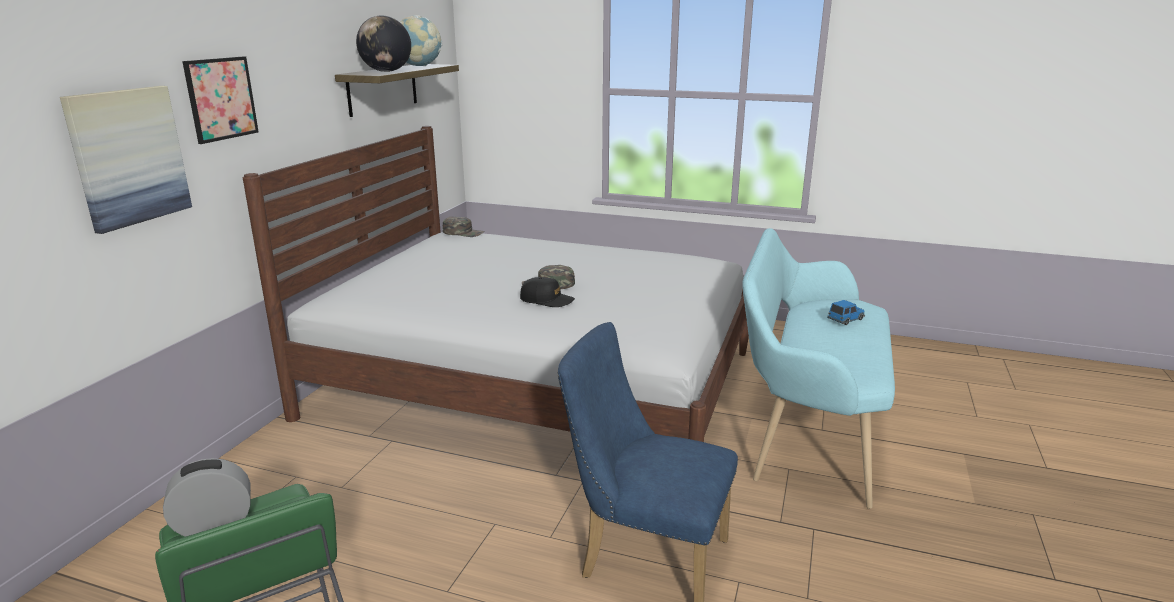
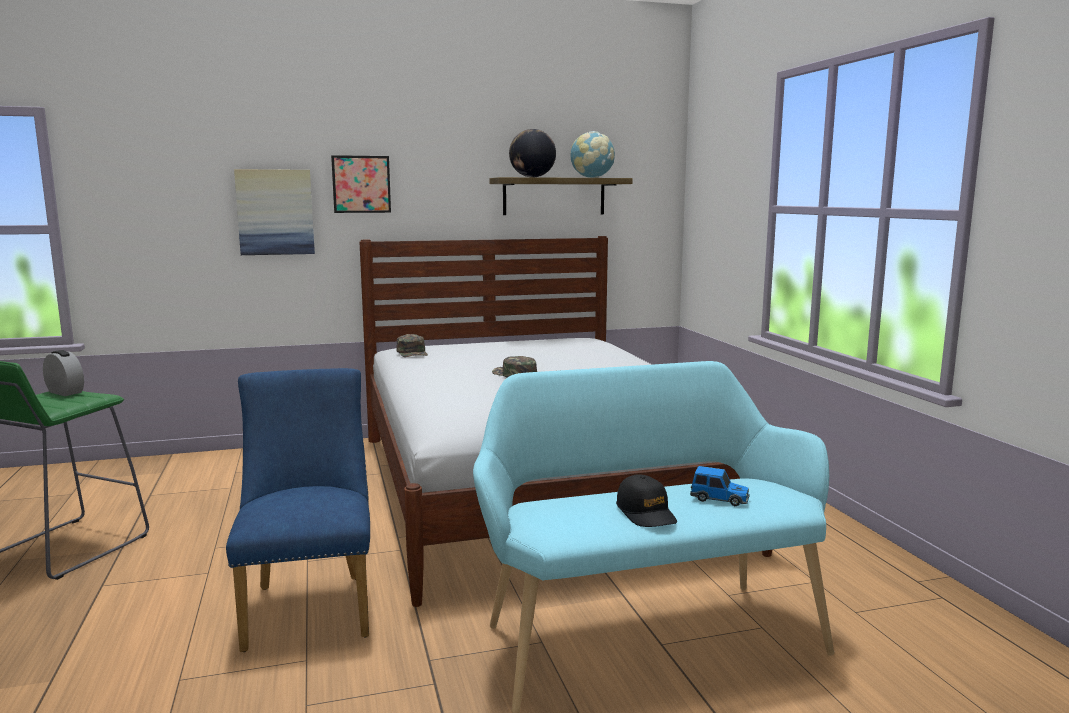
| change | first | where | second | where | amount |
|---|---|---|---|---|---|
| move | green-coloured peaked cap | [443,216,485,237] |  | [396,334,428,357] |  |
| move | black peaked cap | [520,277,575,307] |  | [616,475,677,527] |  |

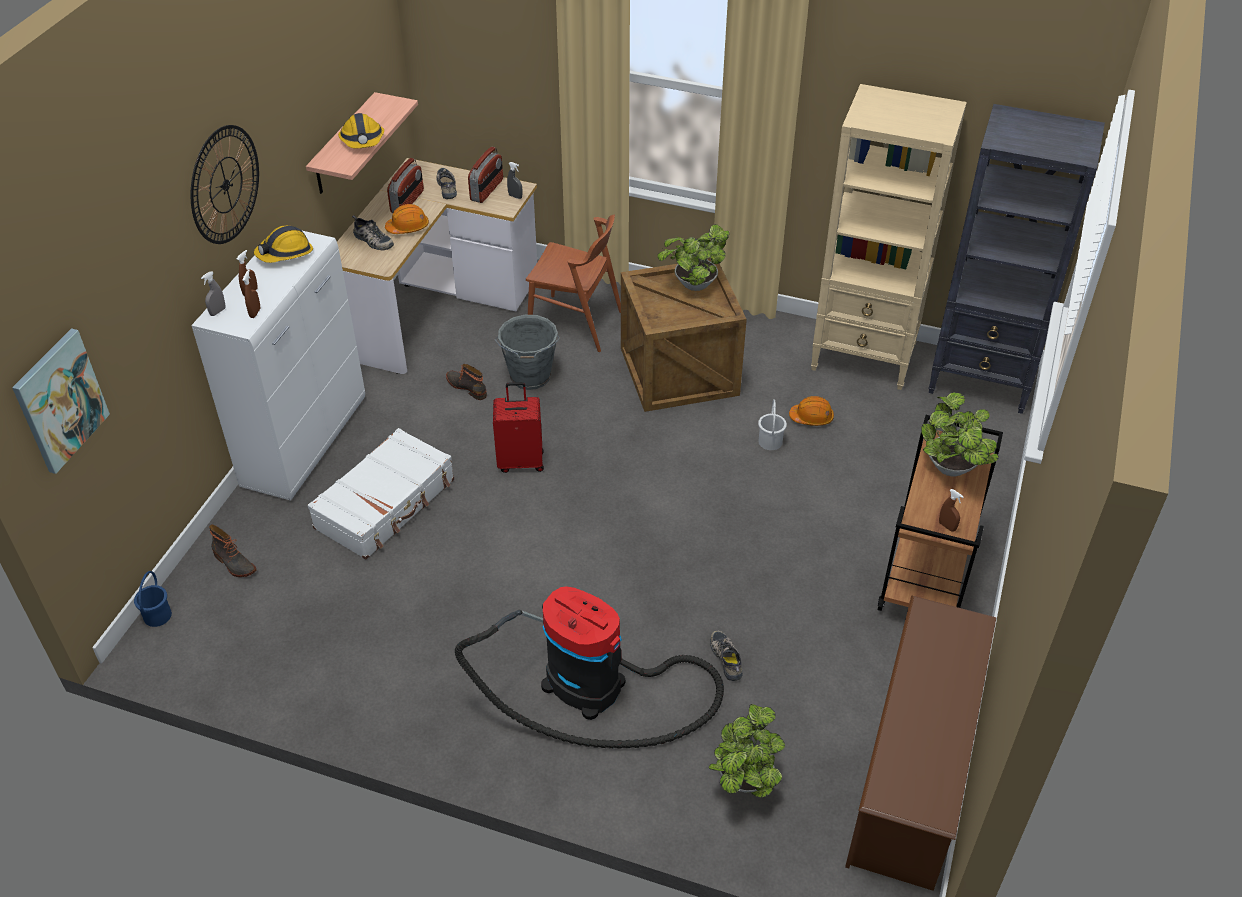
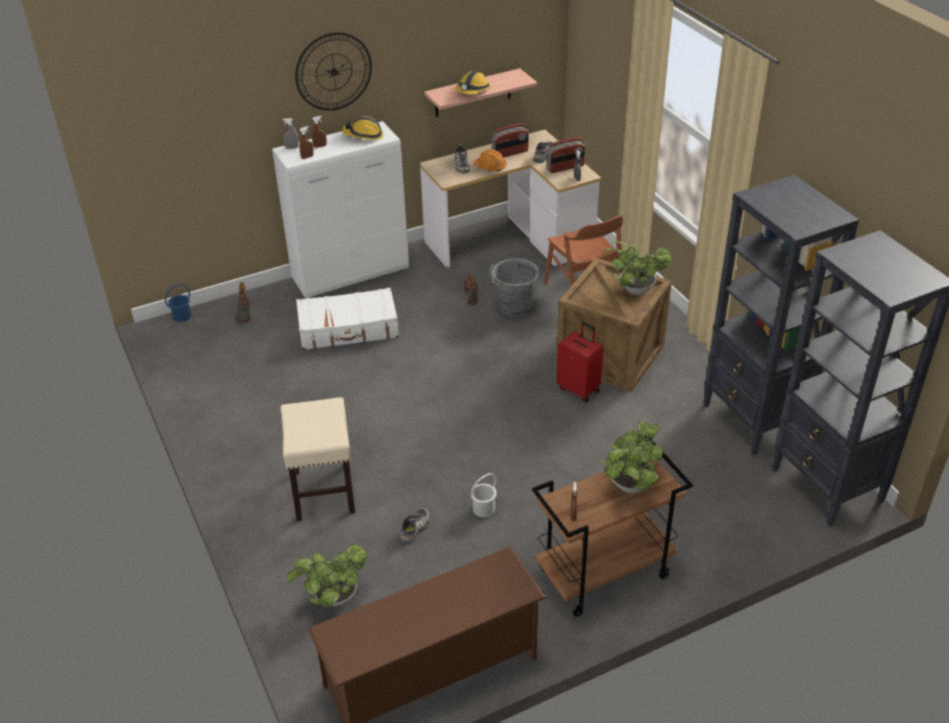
| change | first | where | second | where | amount |
|---|---|---|---|---|---|
| replace | hoover | [455,586,724,748] | sand-coloured sitting stool | [280,397,355,521] |  |
| move | whitish bucket | [758,399,787,450] |  | [470,473,497,518] |  |
| move | reddish travel case | [493,382,544,473] |  | [557,322,603,403] |  |
| recolor | sand-coloured shelving unit | [811,84,967,390] | black shelving unit | [703,175,859,455] |  |
| delete | wall art | [12,328,110,474] |  |  |  |
| delete | orangey hard hat | [789,396,834,426] |  |  |  |

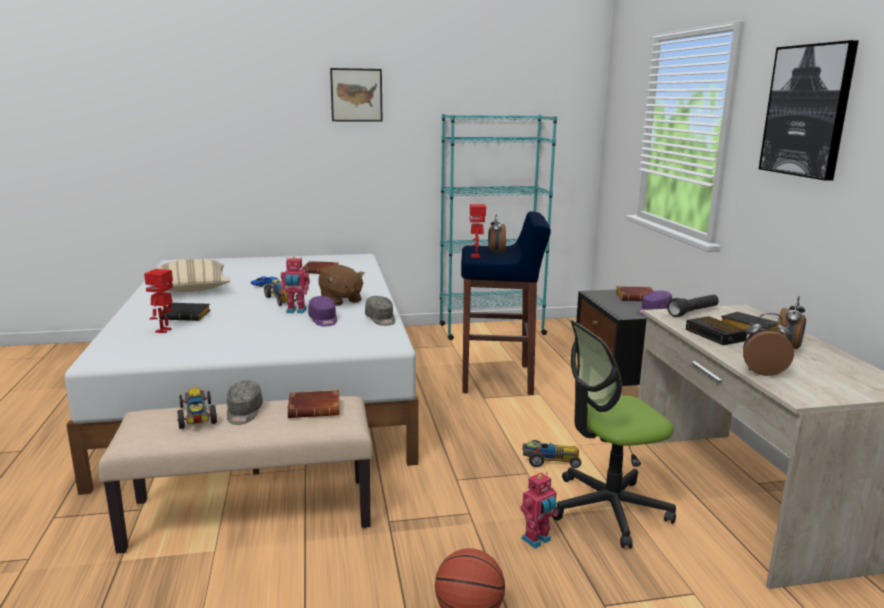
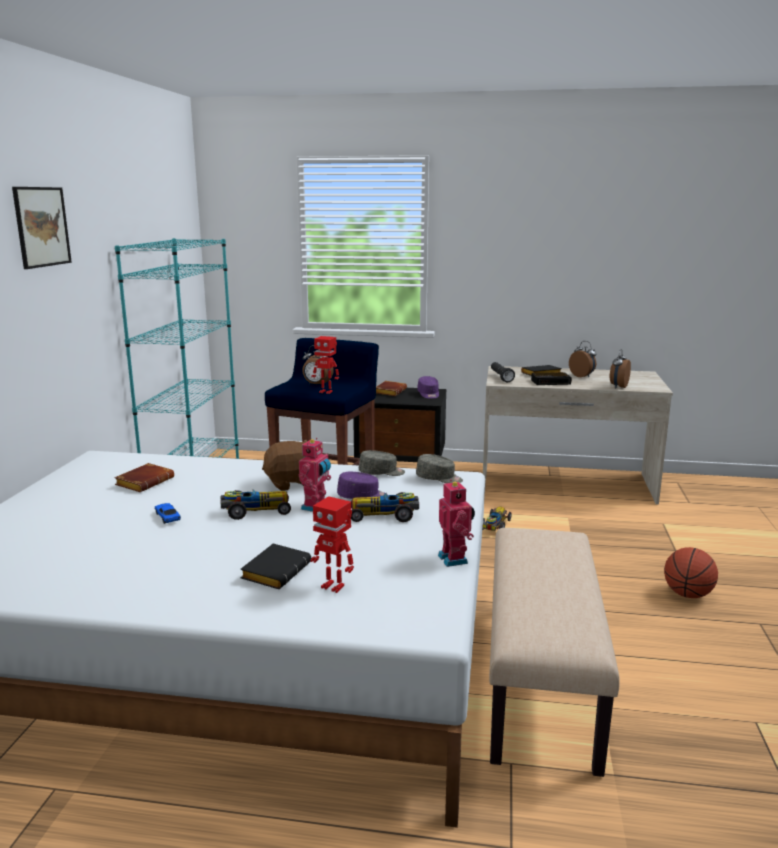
| change | first | where | second | where | amount |
|---|---|---|---|---|---|
| move | miniature car | [176,388,218,429] |  | [351,492,419,522] |  |
| move | greyish peaked cap | [227,381,263,425] |  | [416,454,463,483] |  |
| move | robot figure | [520,472,558,549] |  | [438,479,475,567] |  |
| delete | sand-coloured throw pillow | [157,259,230,292] |  |  |  |
| delete | brown book | [287,390,339,418] |  |  |  |
| delete | office chair | [552,320,676,548] |  |  |  |
| delete | wall art | [759,40,859,181] |  |  |  |

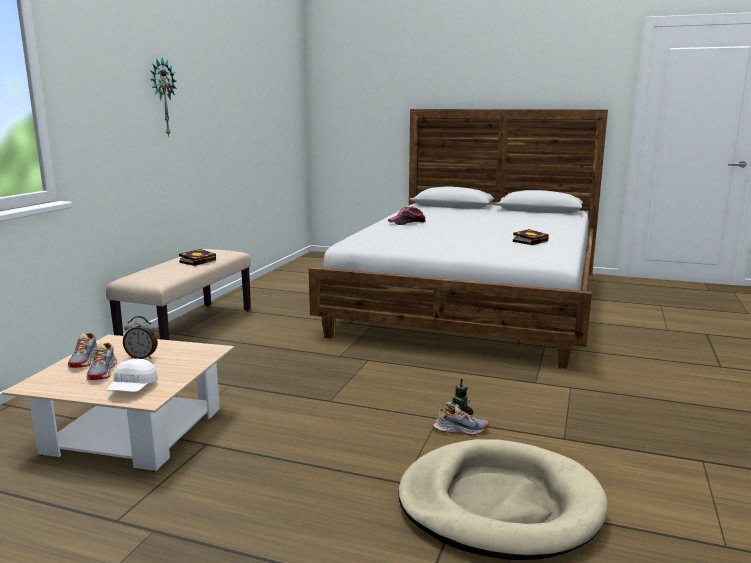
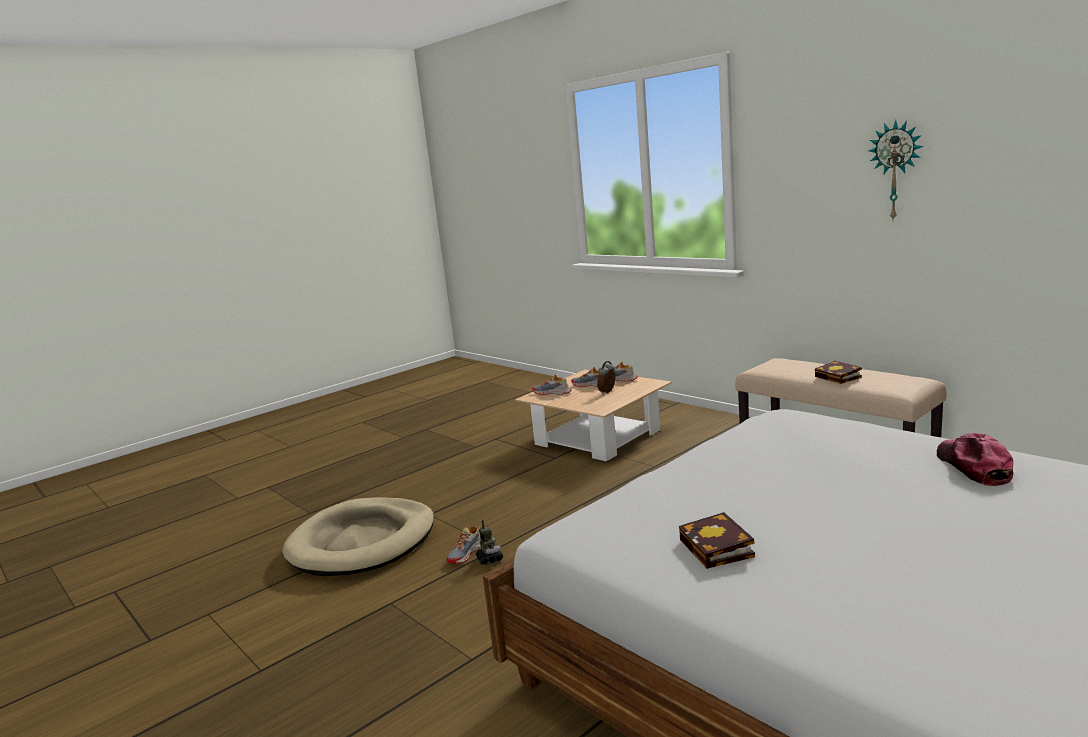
| change | first | where | second | where | amount |
|---|---|---|---|---|---|
| replace | whitish peaked cap | [107,358,158,392] | item of footwear | [532,375,572,395] |  |

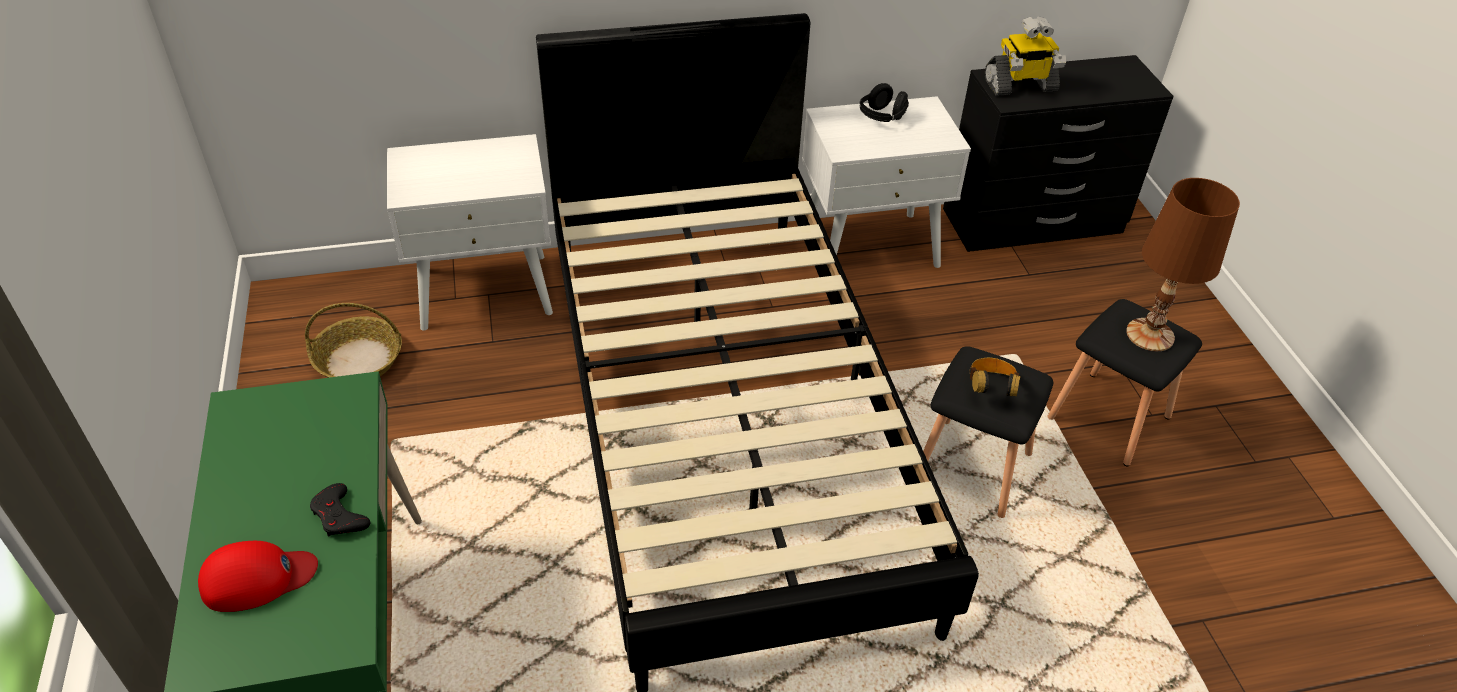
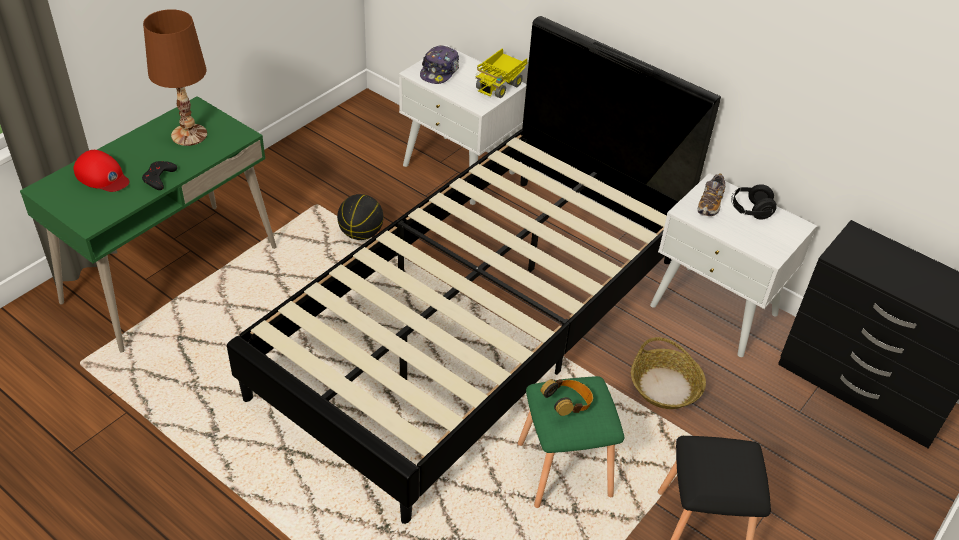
| change | first | where | second | where | amount |
|---|---|---|---|---|---|
| move | brown table lamp | [1126,178,1240,351] |  | [143,9,207,146] |  |
| insert |  |  | basketball ball | [337,194,384,240] |  |
| insert |  |  | peaked cap | [420,45,459,84] |  |
| insert |  |  | model truck | [475,48,527,98] |  |
| recolor | black sitting stool | [923,346,1054,518] | green-coloured sitting stool | [518,376,624,508] |  |
| move | basket | [305,303,402,378] |  | [631,337,706,409] |  |
| insert |  |  | item of footwear | [698,173,725,216] |  |
| delete | robot figure | [985,16,1066,96] |  |  |  |

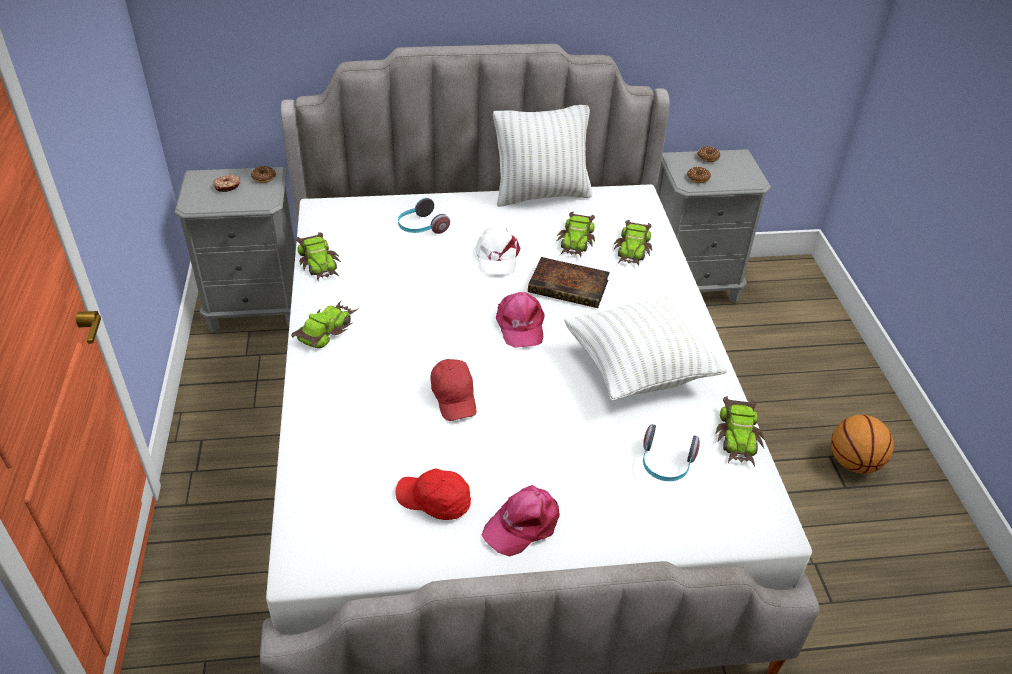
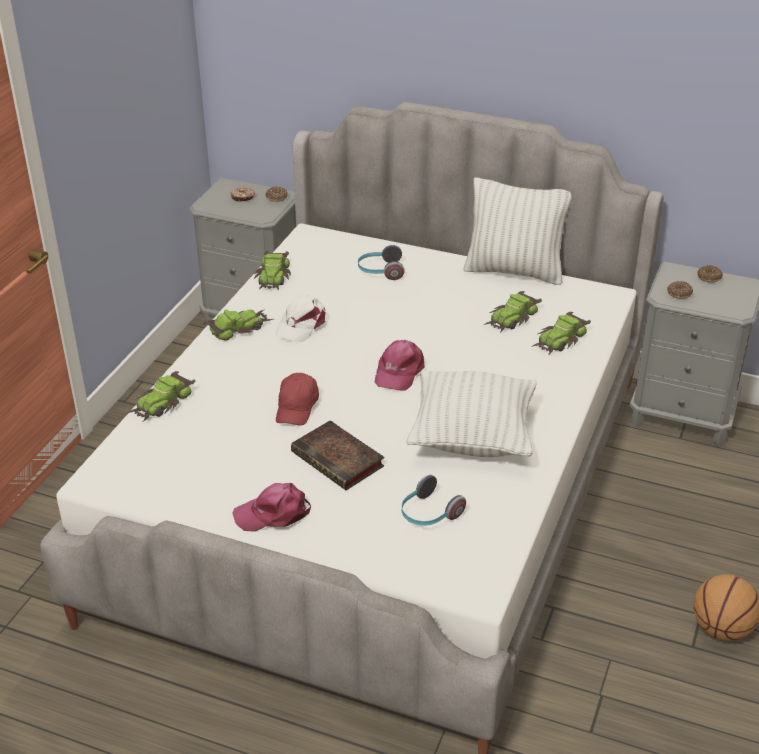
| change | first | where | second | where | amount |
|---|---|---|---|---|---|
| move | miniature car | [716,396,765,466] |  | [126,371,195,422] |  |
| move | whitish peaked cap | [475,226,521,275] |  | [275,295,325,342] |  |
| move | book | [528,257,610,308] |  | [291,420,384,490] |  |
| delete | reddish peaked cap | [395,468,471,520] |  |  |  |

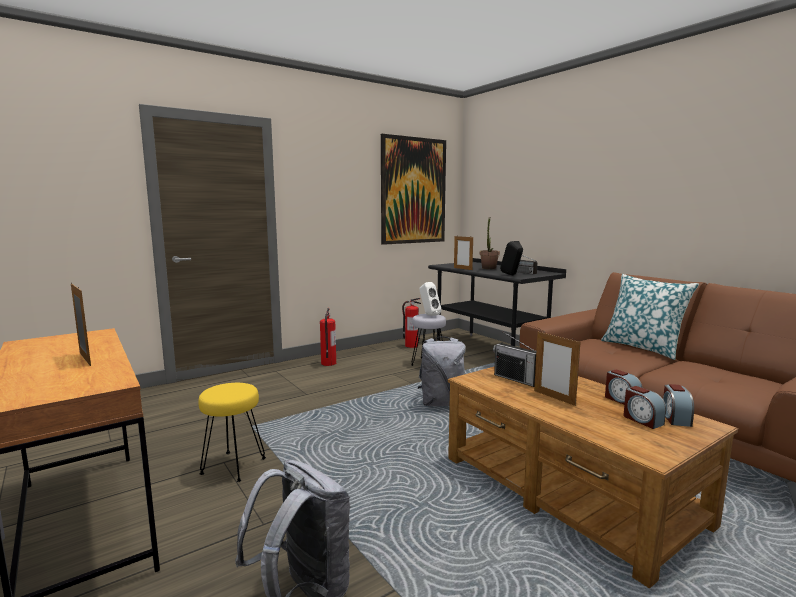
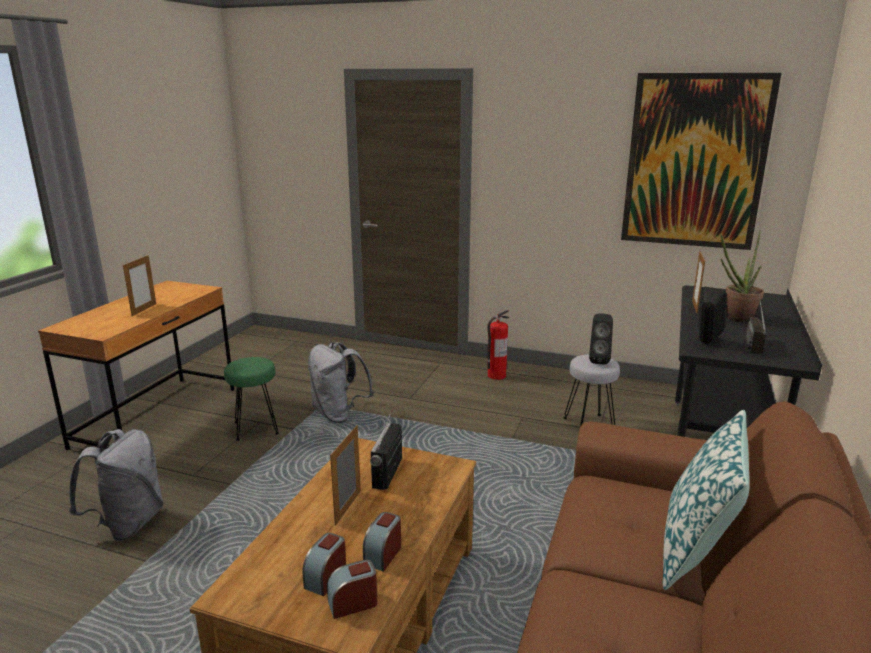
| change | first | where | second | where | amount |
|---|---|---|---|---|---|
| recolor | yellow-coloured sitting stool | [198,383,266,482] | green-coloured sitting stool | [224,357,279,441] |  |
| move | greyish rucksack | [418,336,466,406] |  | [308,342,374,423] |  |
| recolor | whitish loudspeaker | [419,282,441,316] | black loudspeaker | [589,313,613,365] |  |
| delete | fire-fighting cylinder | [402,298,421,348] |  |  |  |

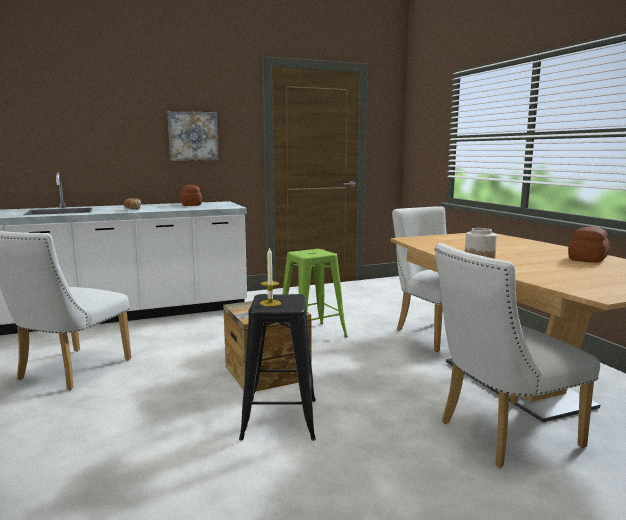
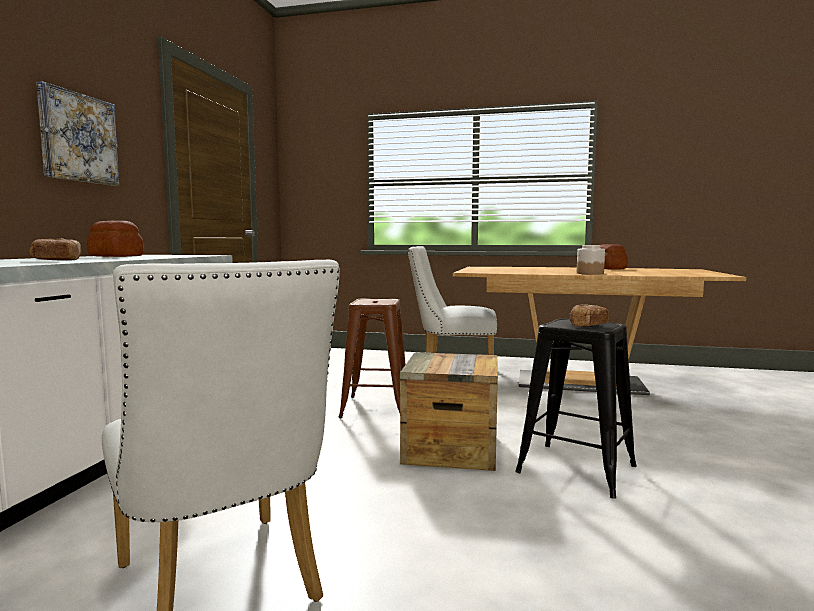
| change | first | where | second | where | amount |
|---|---|---|---|---|---|
| recolor | green-coloured sitting stool | [283,249,348,338] | brown sitting stool | [338,299,406,418] |  |
| replace | wax light | [260,247,281,307] | baked bread | [569,304,609,326] |  |
| delete | whitish upright chair | [435,243,600,468] |  |  |  |

